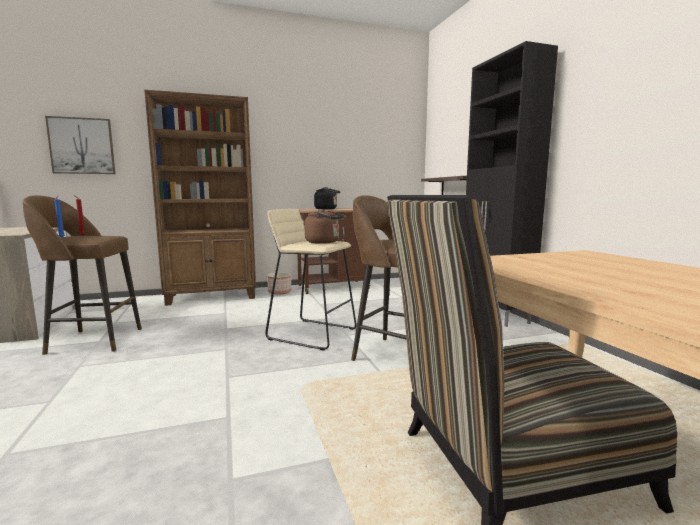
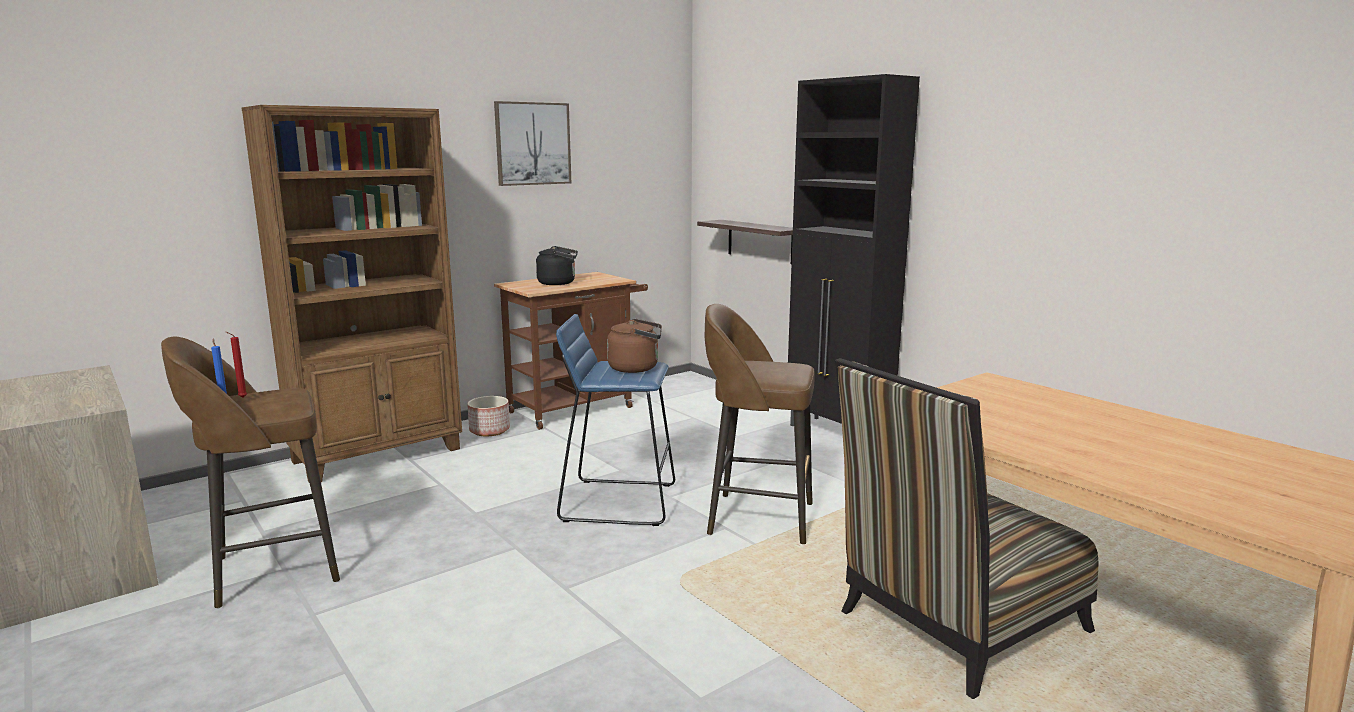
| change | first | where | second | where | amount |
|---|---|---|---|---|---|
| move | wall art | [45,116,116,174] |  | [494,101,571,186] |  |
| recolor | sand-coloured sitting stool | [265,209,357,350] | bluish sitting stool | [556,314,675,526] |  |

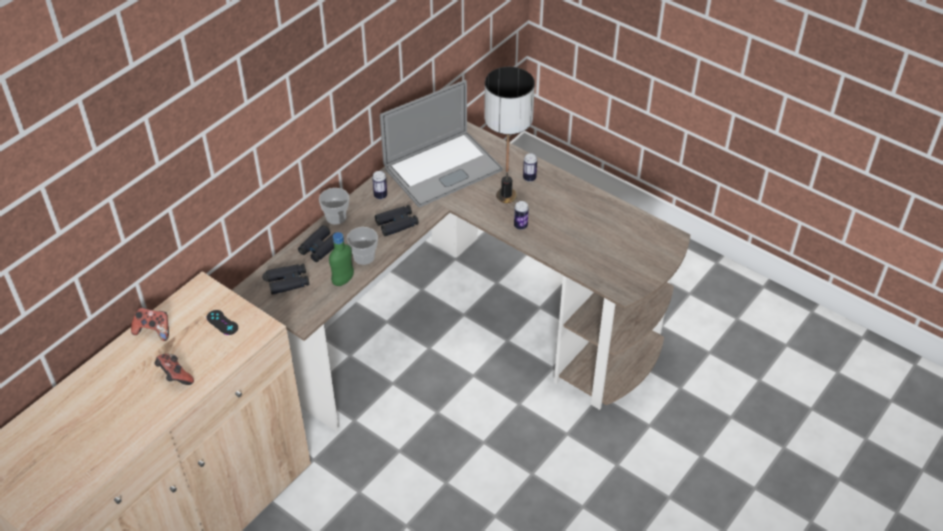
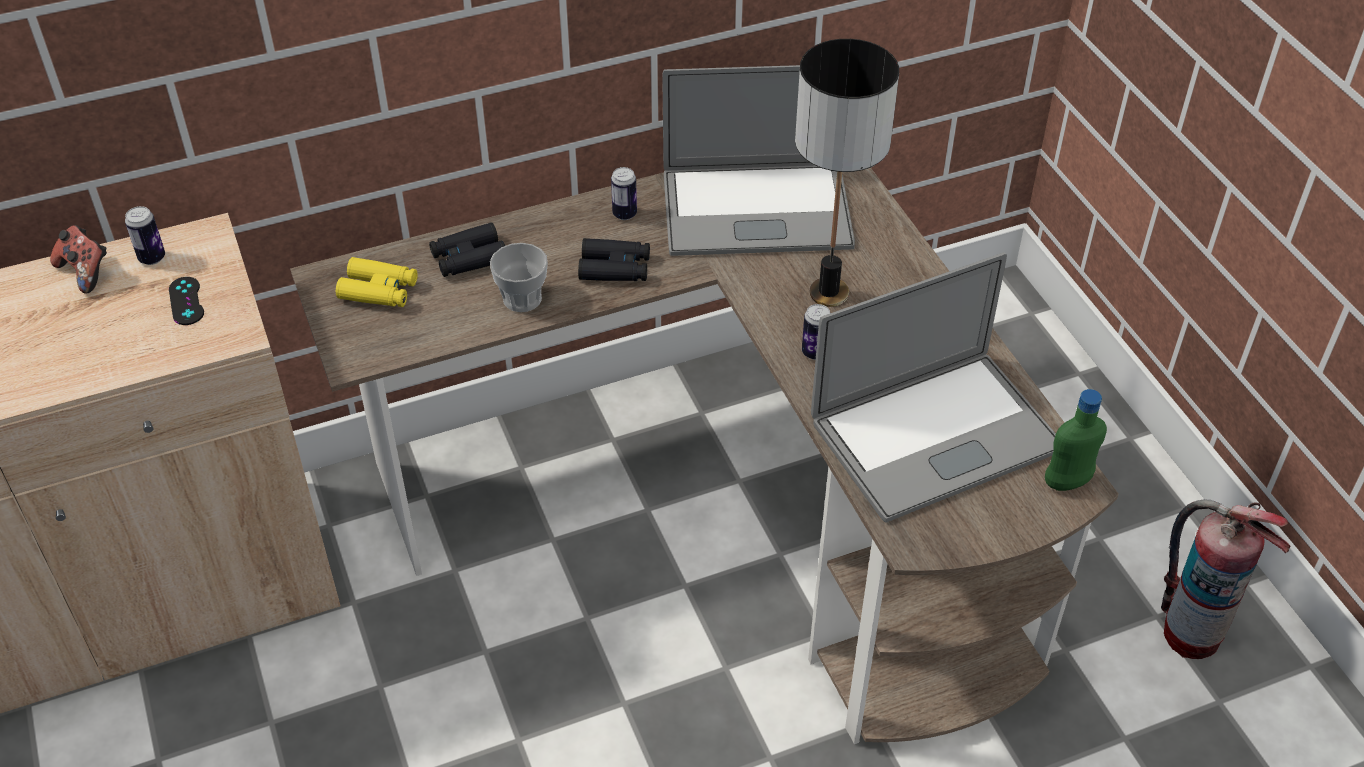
| change | first | where | second | where | amount |
|---|---|---|---|---|---|
| move | metal can | [523,153,537,182] |  | [125,206,165,265] |  |
| recolor | black field glasses | [266,264,309,294] | yellow-coloured field glasses | [336,257,418,307] |  |
| insert |  |  | notebook computer | [811,252,1056,523] |  |
| move | green-coloured bottle | [329,232,354,286] |  | [1045,389,1107,491] |  |
| insert |  |  | fire-fighting cylinder | [1161,499,1291,659] |  |
| delete | game controller | [154,354,194,385] |  |  |  |
| delete | cup | [319,188,349,225] |  |  |  |

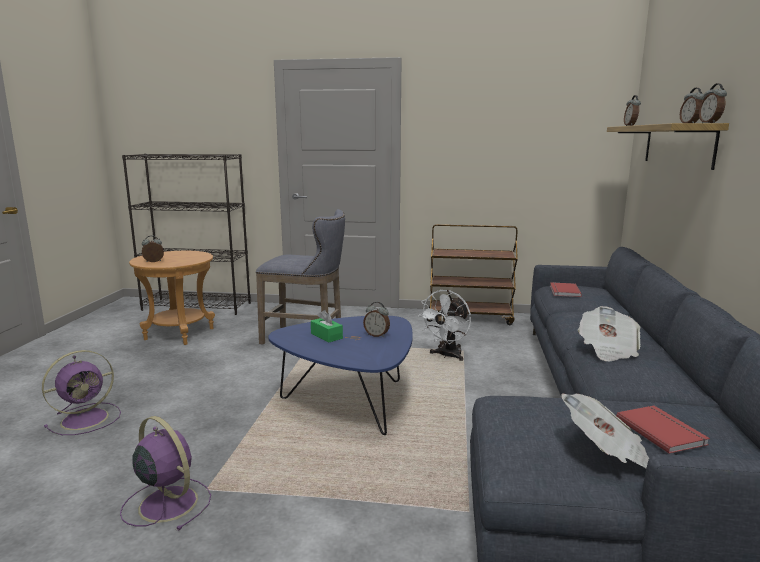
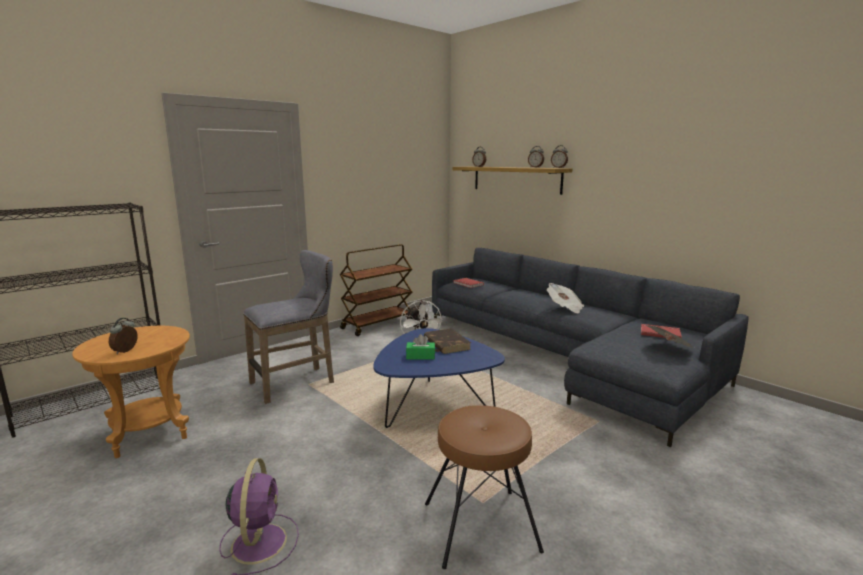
| change | first | where | second | where | amount |
|---|---|---|---|---|---|
| replace | table clock | [363,302,390,338] | brown book | [424,328,471,354] |  |
| replace | purple cooling fan | [120,416,211,530] | brown sitting stool | [425,405,544,569] |  |

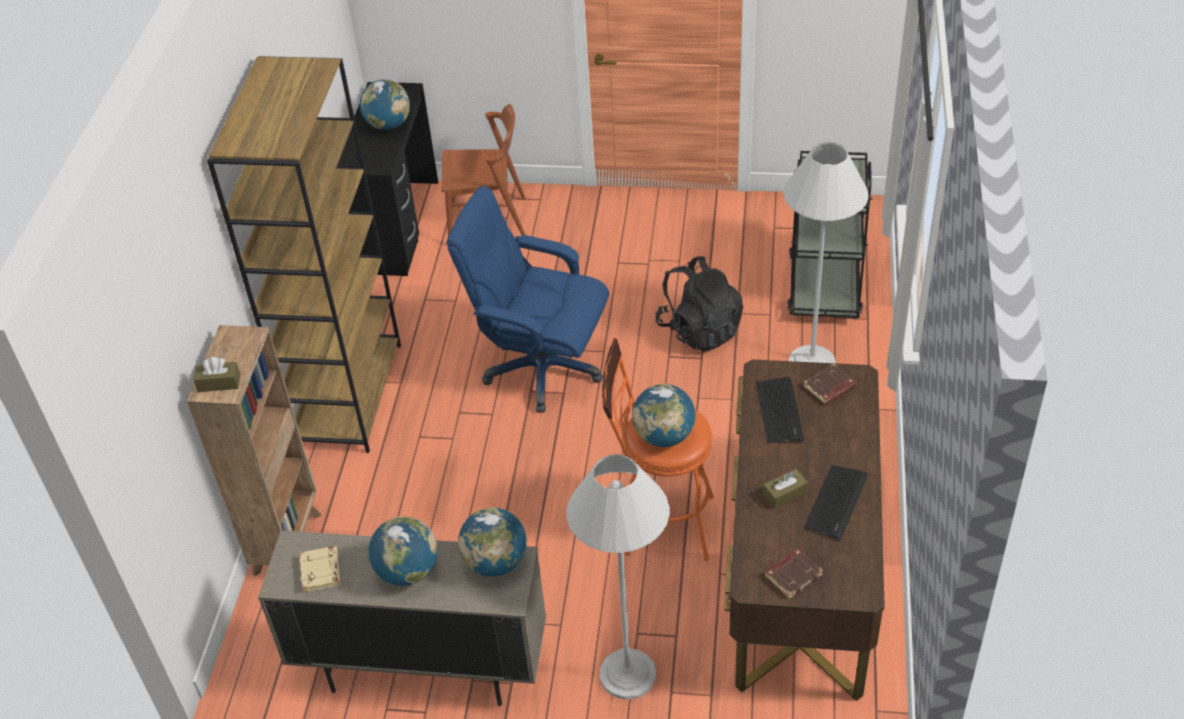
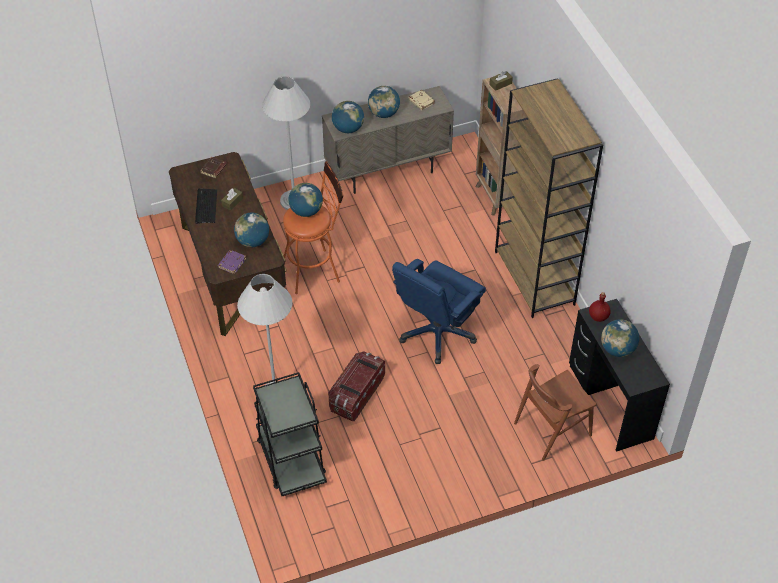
| change | first | where | second | where | amount |
|---|---|---|---|---|---|
| recolor | brown book | [803,364,857,405] | purple book | [218,250,246,274] |  |
| replace | keyboard | [756,377,803,444] | desk globe | [234,212,269,247] |  |
| replace | black rucksack | [655,256,743,352] | storage bin | [328,352,385,421] |  |
| rotate | bluish office chair | [446,186,609,413] |  | [392,259,486,364] | 135 degrees clockwise |
| insert |  |  | reddish bottle | [589,292,611,322] |  |

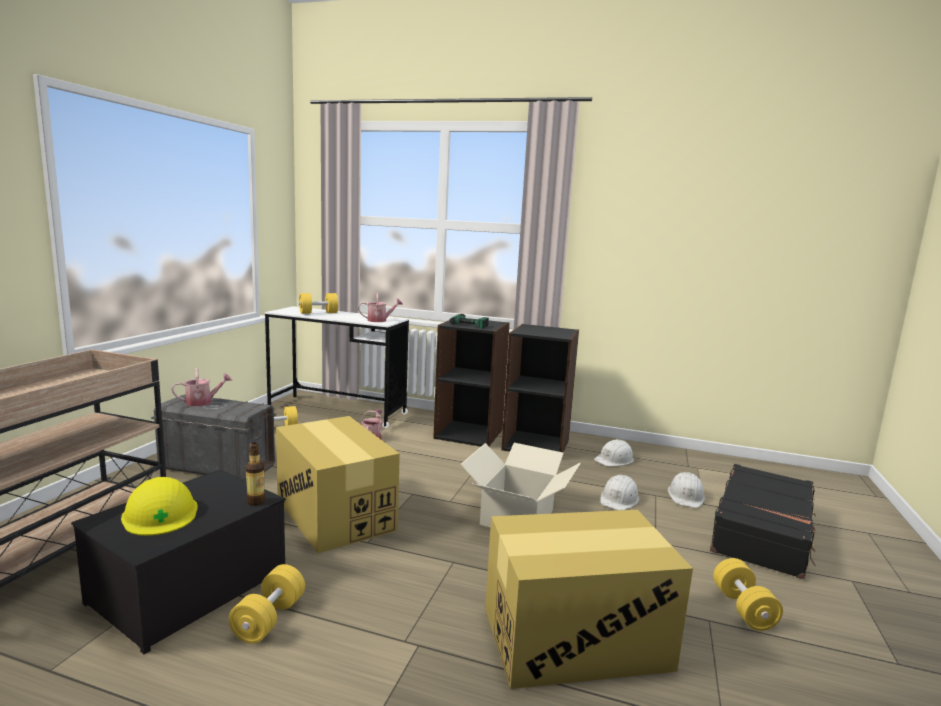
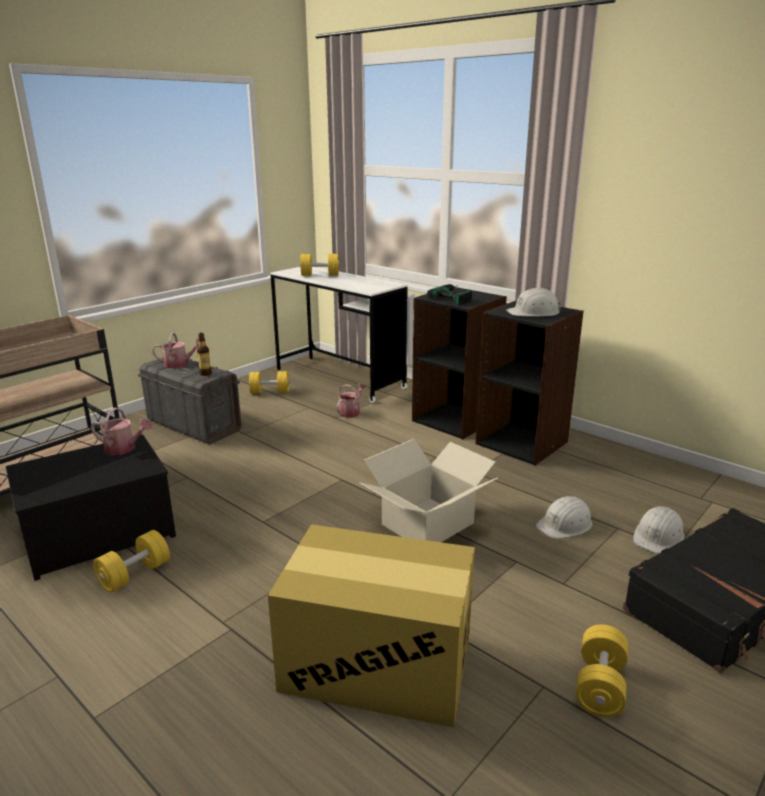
| change | first | where | second | where | amount |
|---|---|---|---|---|---|
| move | sprinkling can | [358,292,403,322] |  | [91,408,153,455] |  |
| move | bottle | [246,442,265,506] |  | [197,333,212,376] |  |
| move | whitish hard hat | [594,439,634,466] |  | [506,288,561,317] |  |
| delete | yellow-coloured hard hat | [121,477,198,536] |  |  |  |
| delete | carton | [276,416,400,553] |  |  |  |

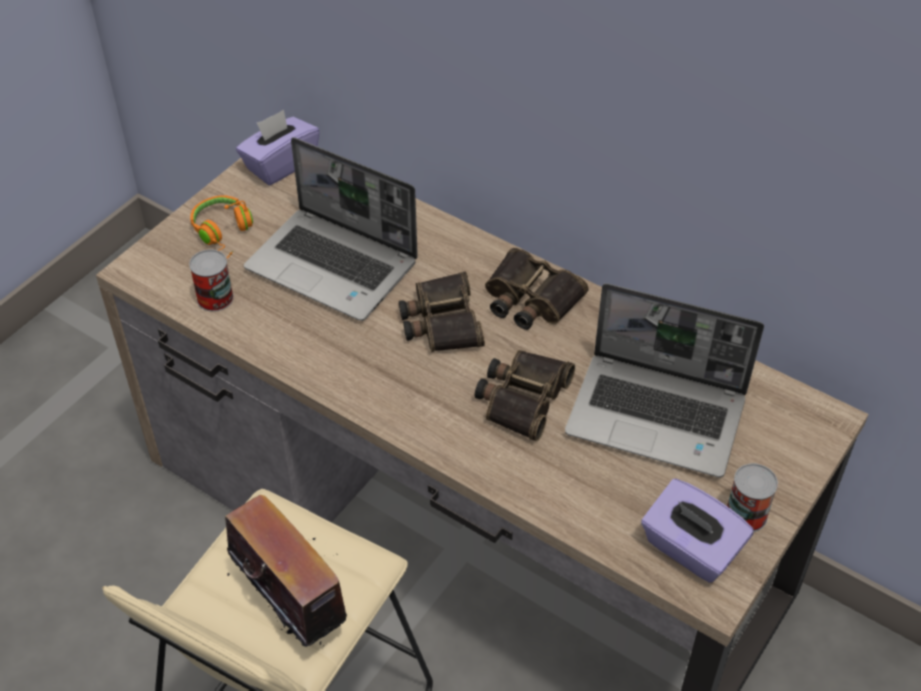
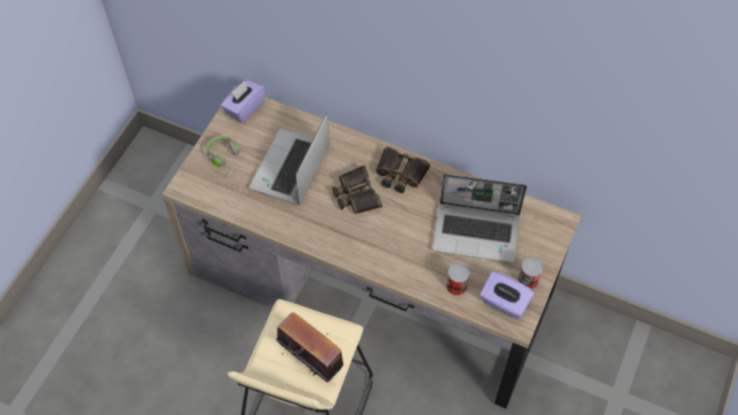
| change | first | where | second | where | amount |
|---|---|---|---|---|---|
| recolor | orangey headphones | [190,195,253,258] | greyish headphones | [206,136,241,178] |  |
| rotate | notebook computer | [244,137,418,321] |  | [249,113,329,205] | 90 degrees clockwise |
| move | metal can | [189,249,234,312] |  | [446,263,469,296] |  |
| delete | field glasses | [474,350,575,441] |  |  |  |

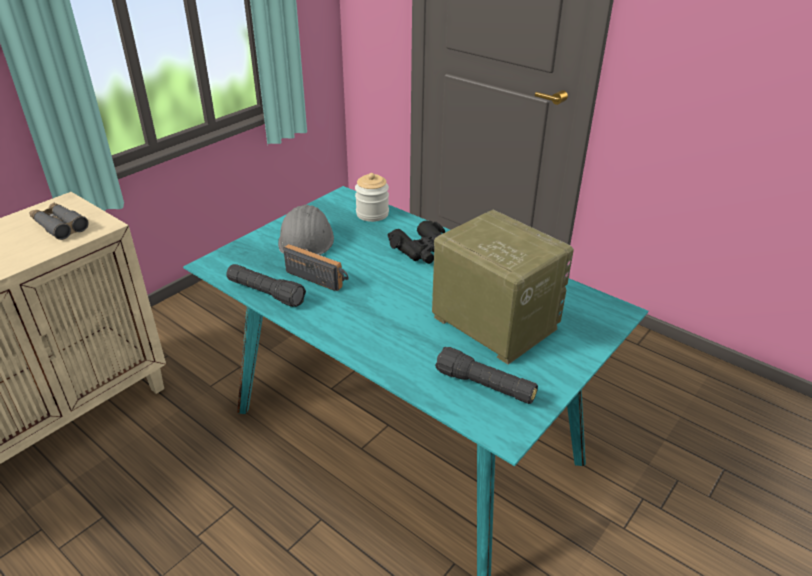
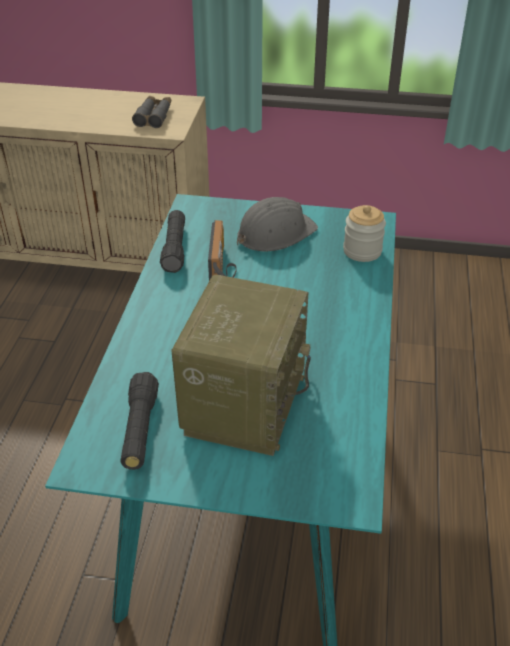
| change | first | where | second | where | amount |
|---|---|---|---|---|---|
| delete | black field glasses | [387,221,445,264] |  |  |  |

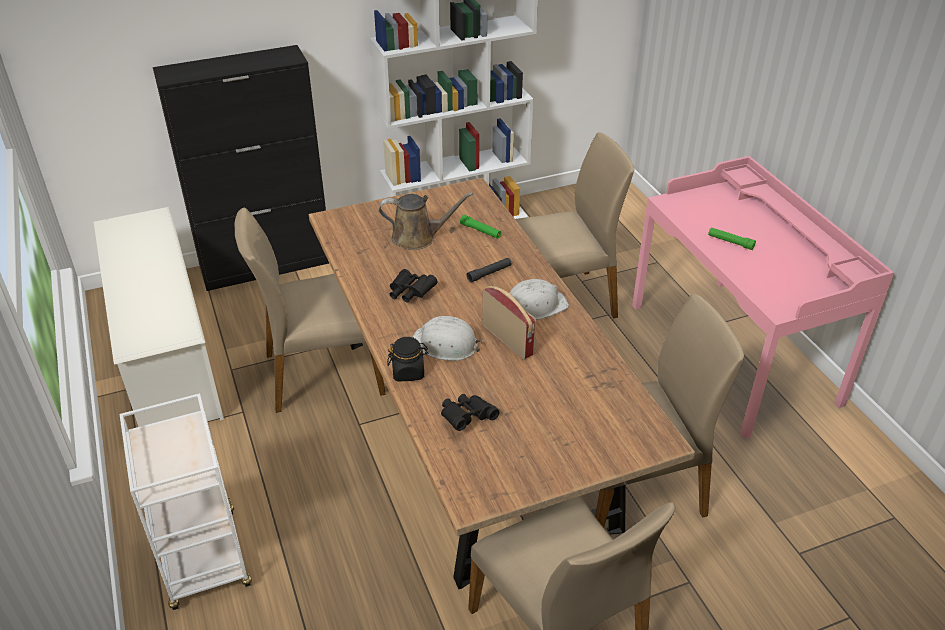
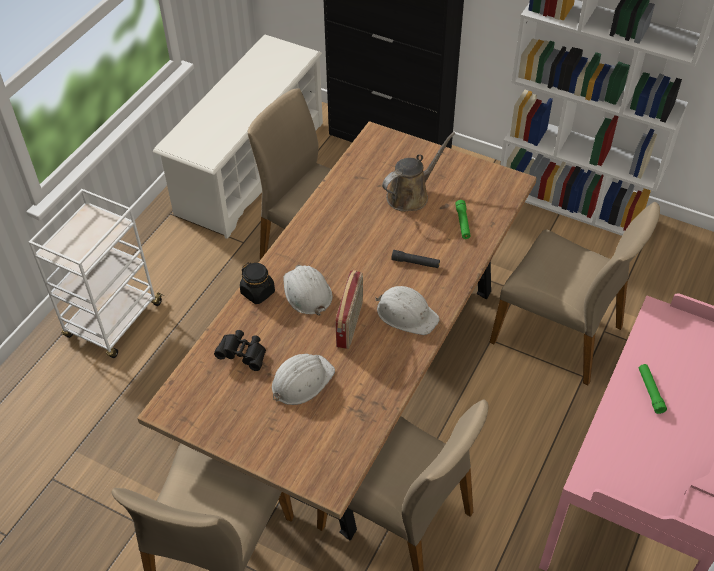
| change | first | where | second | where | amount |
|---|---|---|---|---|---|
| insert |  |  | whitish hard hat | [272,354,335,405] |  |
| rotate | brown sprinkling can | [379,192,473,250] |  | [382,132,455,212] | 90 degrees counterclockwise |
| delete | black field glasses | [390,269,437,303] |  |  |  |

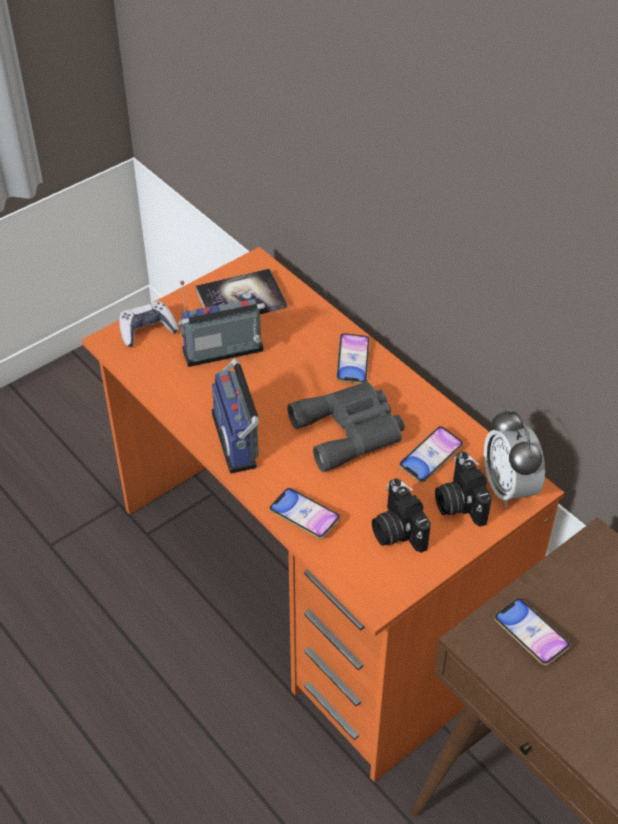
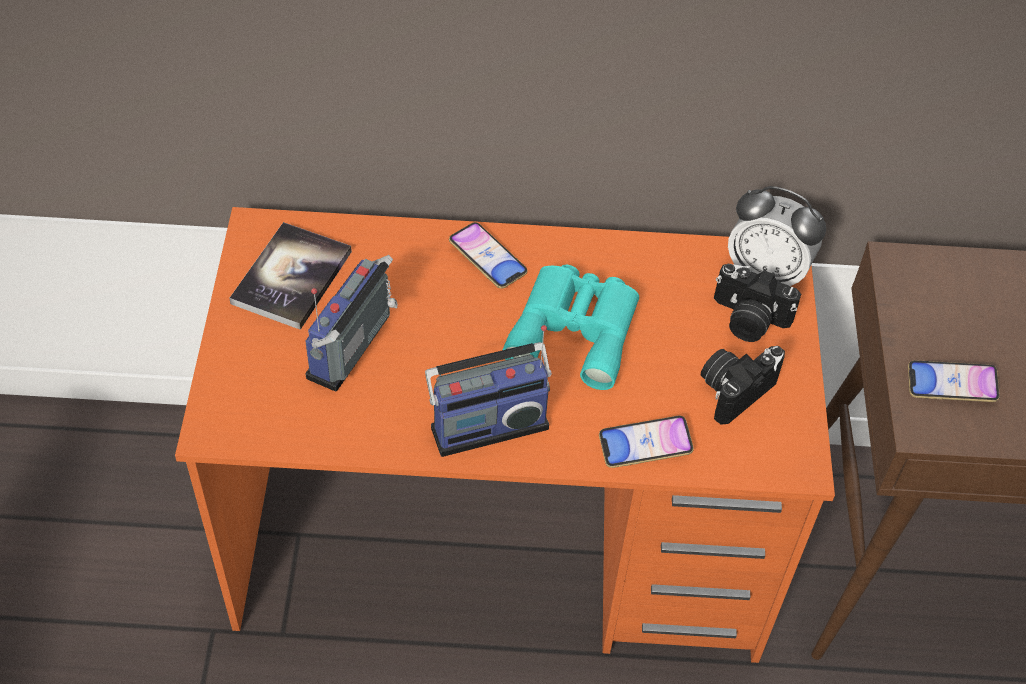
| change | first | where | second | where | amount |
|---|---|---|---|---|---|
| rotate | radio | [212,358,259,474] |  | [425,325,552,457] | 45 degrees counterclockwise |
| recolor | greyish field glasses | [287,381,404,472] | blue-green field glasses | [503,265,639,390] |  |
| rotate | still camera | [372,478,431,553] |  | [701,346,785,425] | 120 degrees clockwise |
| delete | game controller | [119,301,179,347] |  |  |  |
| delete | telephone | [399,426,463,483] |  |  |  |

